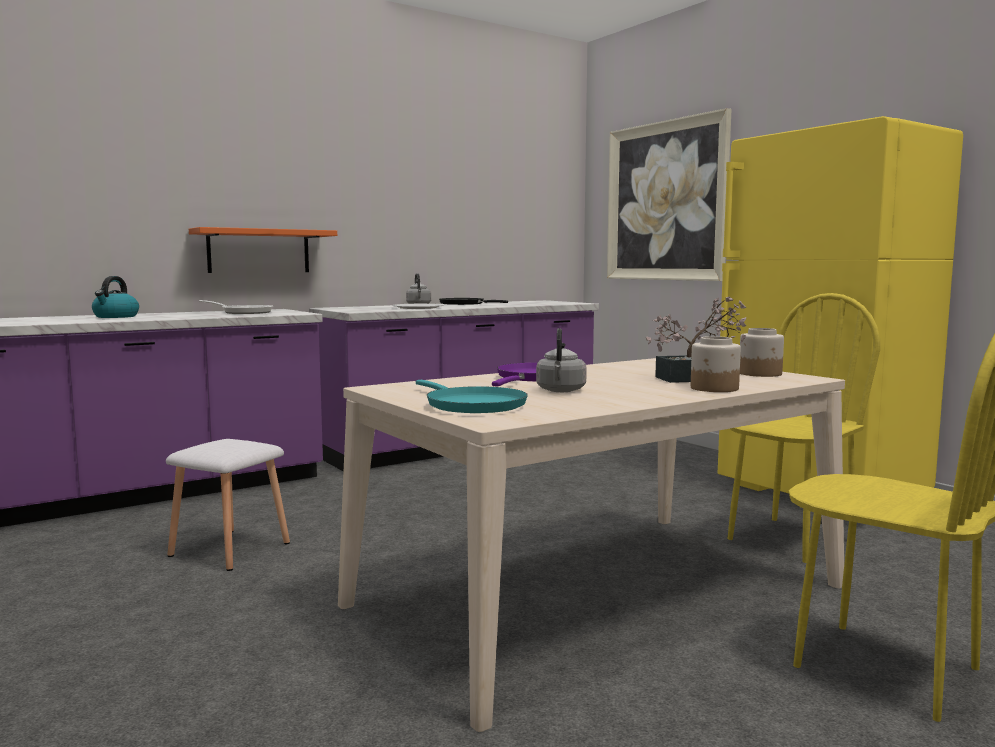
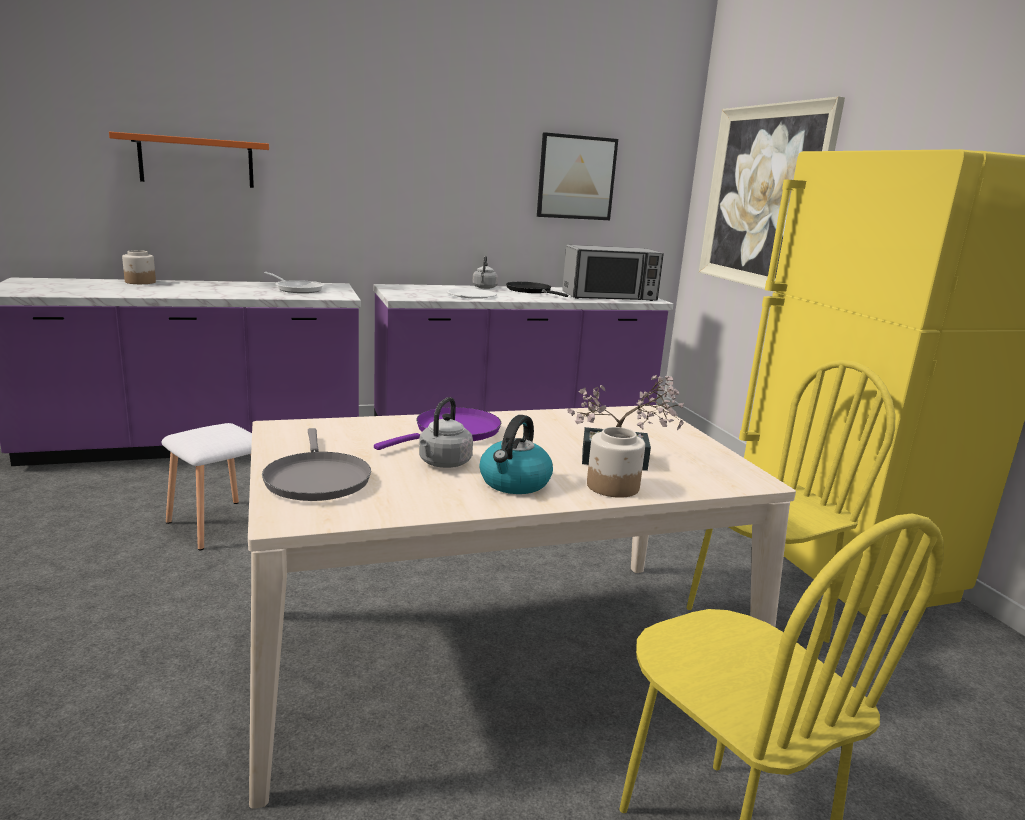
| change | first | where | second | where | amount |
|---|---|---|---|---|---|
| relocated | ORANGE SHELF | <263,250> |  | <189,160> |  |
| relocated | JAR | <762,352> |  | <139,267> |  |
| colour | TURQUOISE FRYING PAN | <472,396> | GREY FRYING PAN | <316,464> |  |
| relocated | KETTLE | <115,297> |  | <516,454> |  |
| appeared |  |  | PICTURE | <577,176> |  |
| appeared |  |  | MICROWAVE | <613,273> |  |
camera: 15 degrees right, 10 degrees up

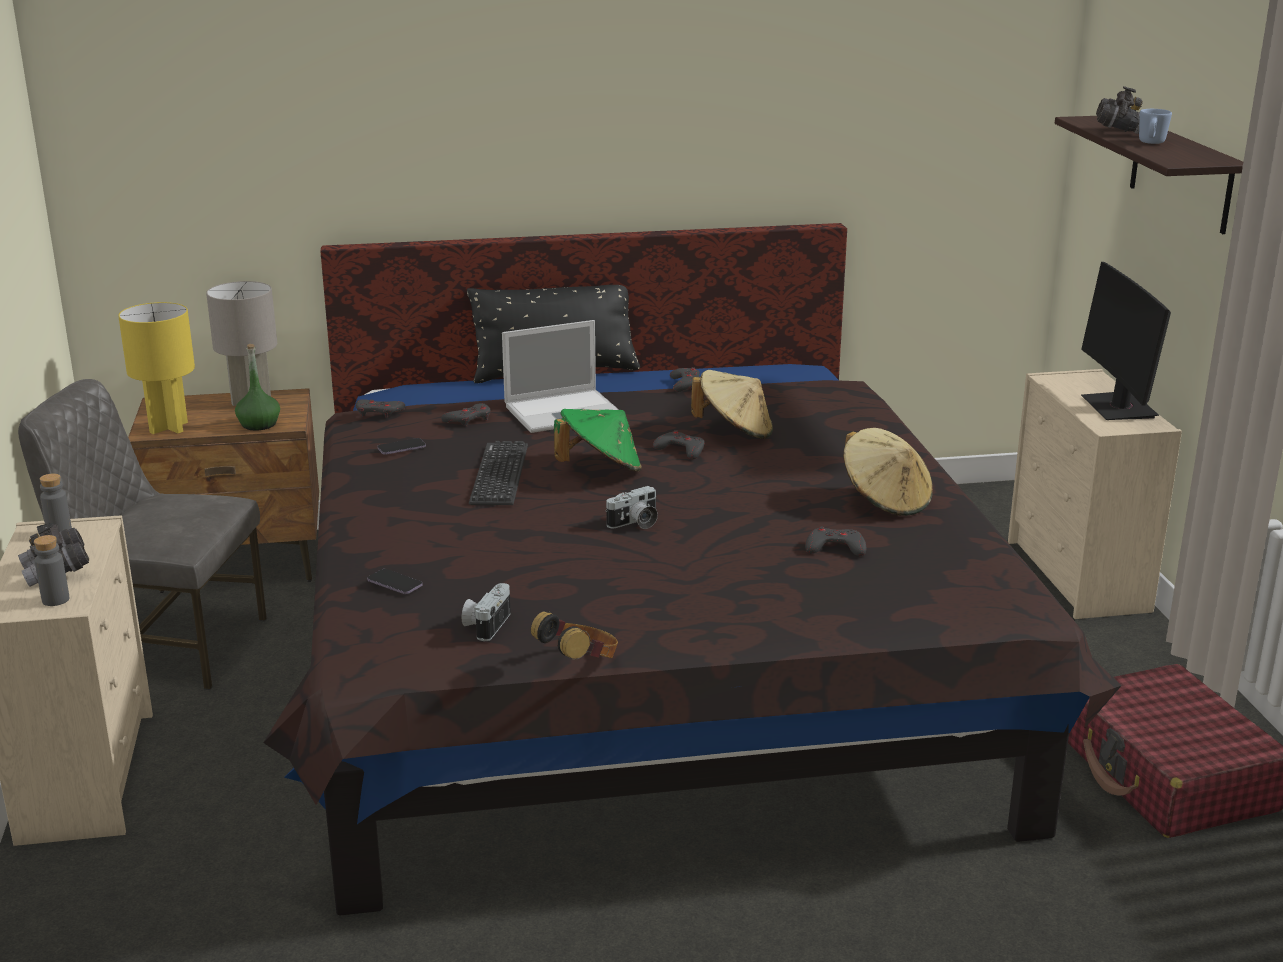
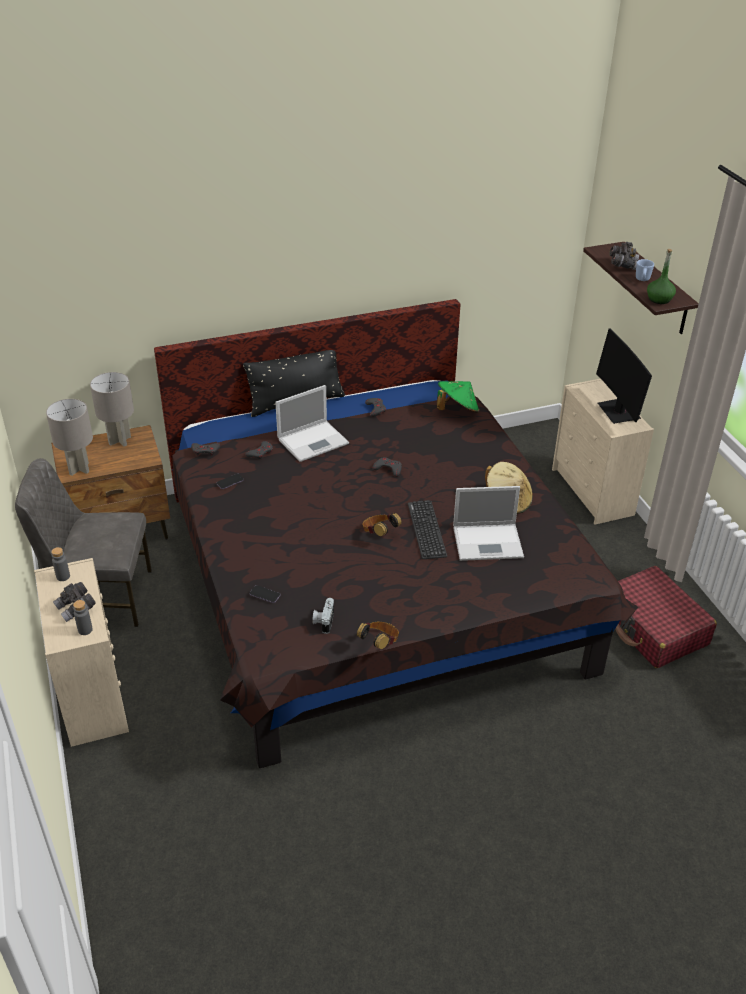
| change | first | where | second | where | amount |
|---|---|---|---|---|---|
| colour | YELLOW TABLE LAMP | <156,368> | GREY TABLE LAMP | <69,437> |  |
| exchanged | PHOTO CAMERA | <631,507> | HEADPHONES | <382,524> |  |
| relocated | KEYBOARD | <498,473> |  | <427,529> |  |
| relocated | GREEN HAT | <598,440> |  | <457,397> |  |
| exchanged | GREY GAME CONTROLLER | <835,541> | LAPTOP | <488,523> |  |
| relocated | GREEN BOTTLE | <257,387> |  | <661,276> |  |
| missing | BEIGE HAT | <732,404> |  |  |  |
camera: 10 degrees left, 15 degrees up

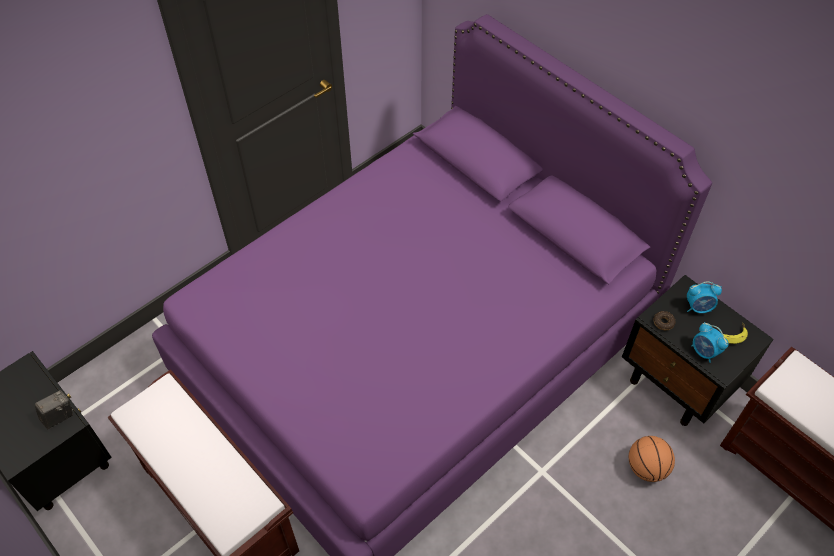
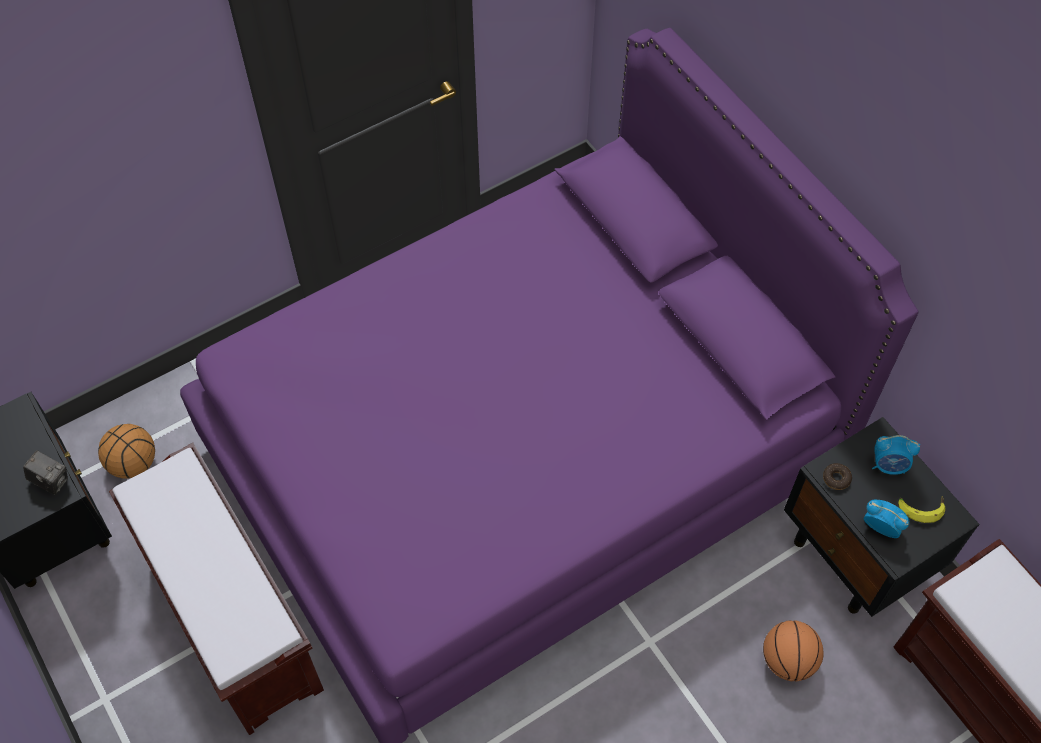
| change | first | where | second | where | amount |
|---|---|---|---|---|---|
| spun | PHOTO CAMERA | <54,410> |  | <45,472> | 60 degrees clockwise |
| appeared |  |  | BASKETBALL | <126,451> |  |
| spun | ALARM CLOCK | <710,342> |  | <887,518> | 150 degrees clockwise |
camera: 10 degrees right, 5 degrees up

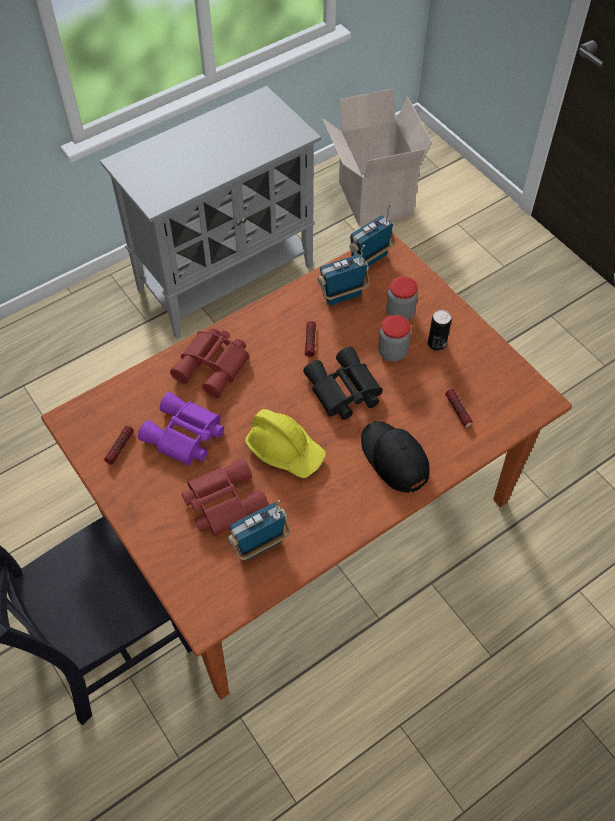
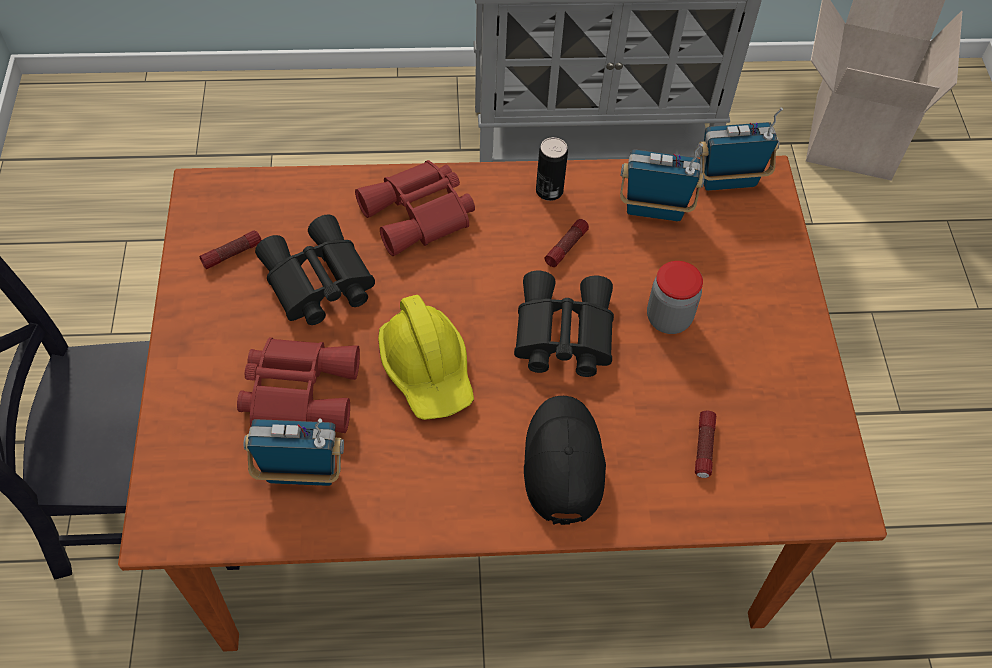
| change | first | where | second | where | amount |
|---|---|---|---|---|---|
| colour | PURPLE BINOCULARS | <181,429> | BLACK BINOCULARS | <315,270> |  |
| relocated | CAN | <439,330> |  | <552,169> |  |
| missing | JAR | <402,298> |  |  |  |
camera: 30 degrees right, 0 degrees up

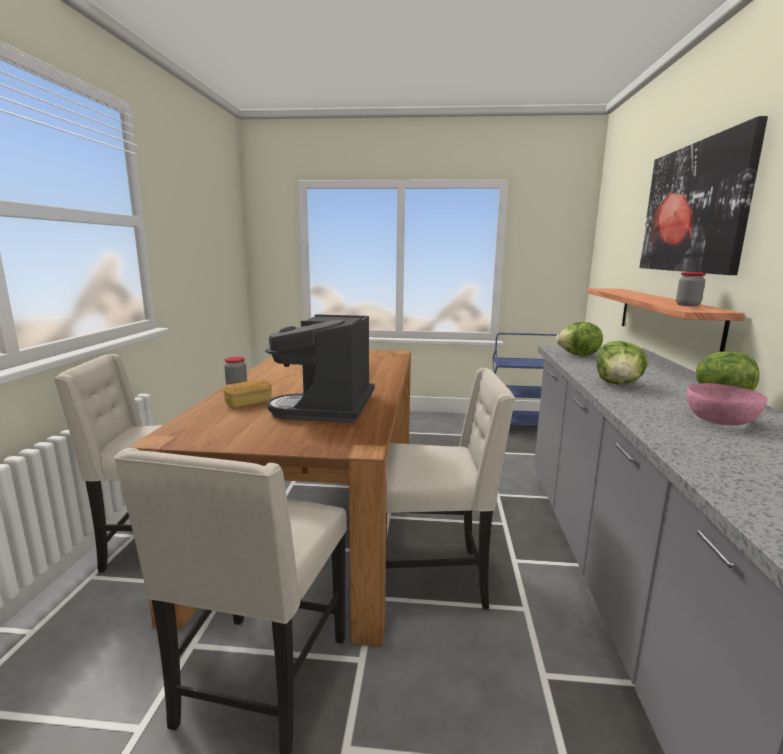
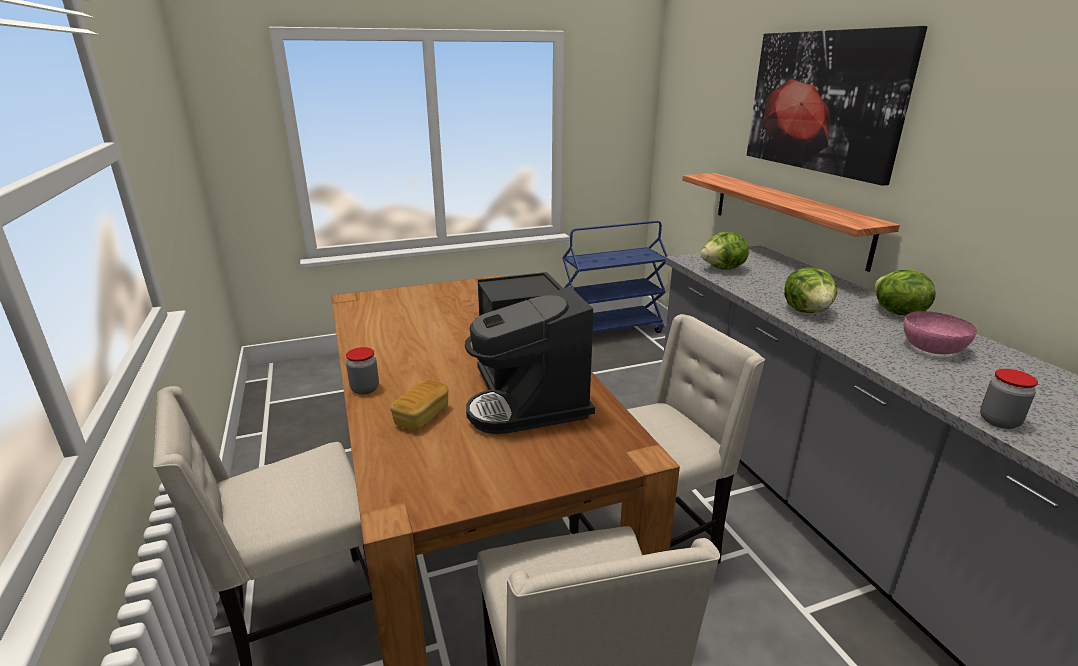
| change | first | where | second | where | amount |
|---|---|---|---|---|---|
| relocated | JAR | <691,289> |  | <1009,399> |  |
camera: 25 degrees left, 10 degrees up

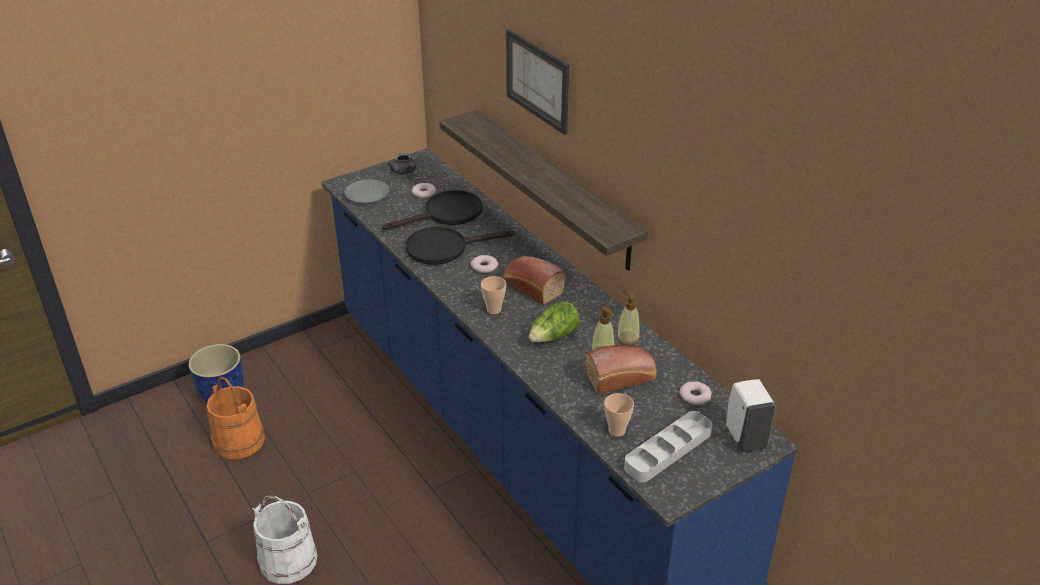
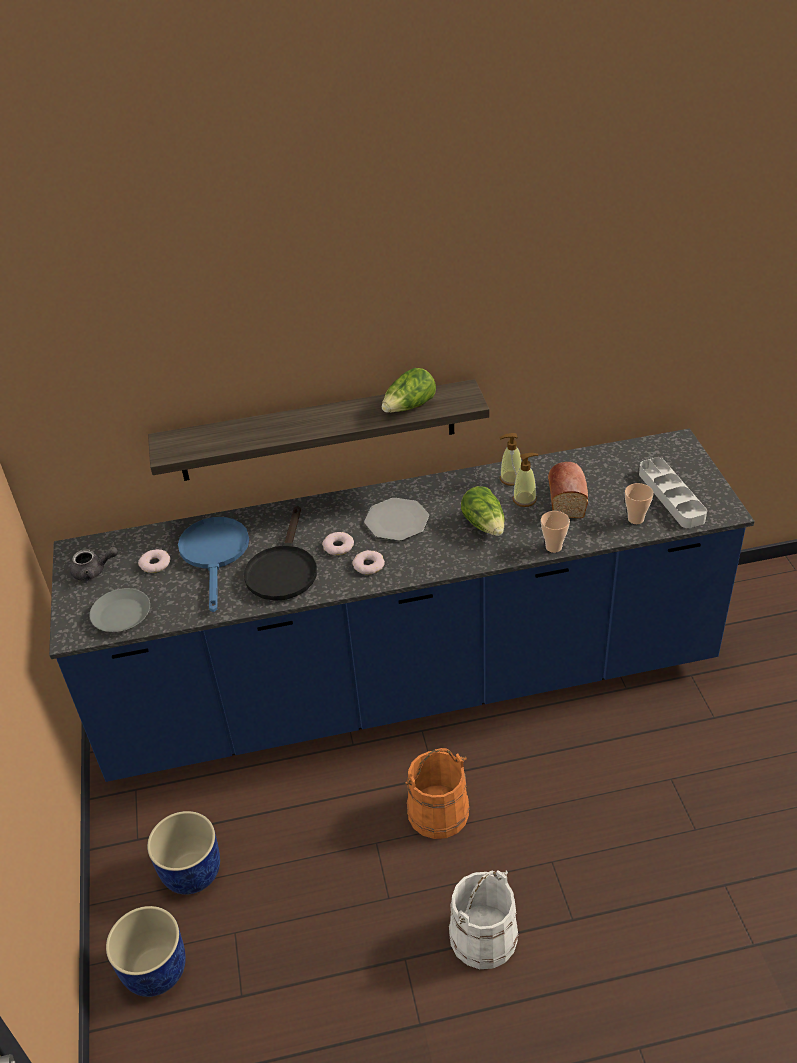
| change | first | where | second | where | amount |
|---|---|---|---|---|---|
| appeared |  |  | BLUE PLANTER | <183,853> |  |
| colour | BLACK FRYING PAN | <432,210> | BLUE FRYING PAN | <213,564> |  |
| relocated | DONUT | <695,393> |  | <369,562> |  |
| exchanged | BREAD | <534,280> | PLATE | <396,519> |  |
| appeared |  |  | LETTUCE | <409,390> |  |
| relocated | ORANGE BUCKET | <235,418> |  | <437,793> |  |
| relocated | CUP | <493,295> |  | <555,532> |  |
| missing | PICTURE | <537,82> |  |  |  |
| missing | WHITE SOAP DISPENSER | <751,415> |  |  |  |
camera: 65 degrees left, 5 degrees up

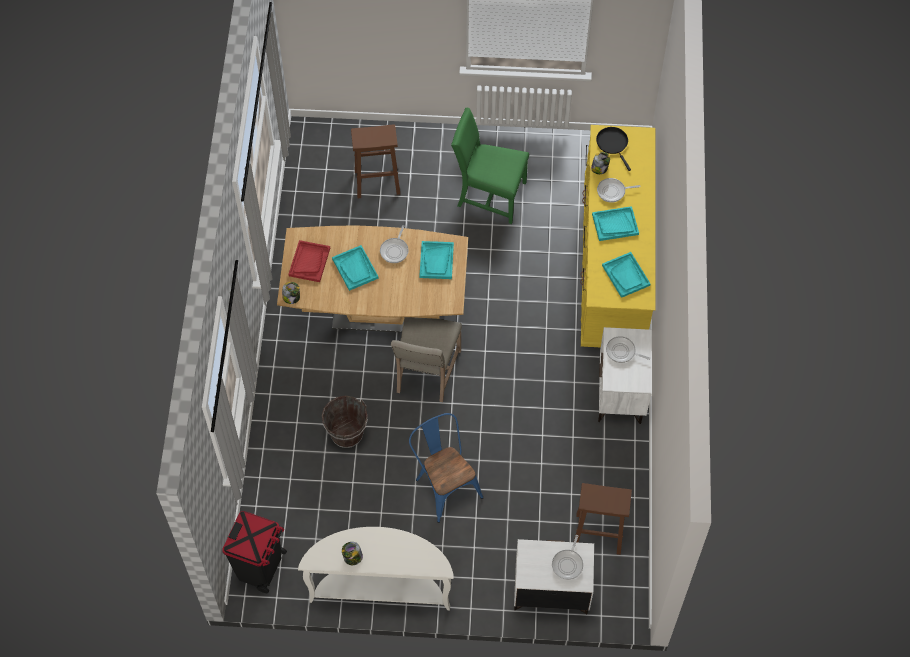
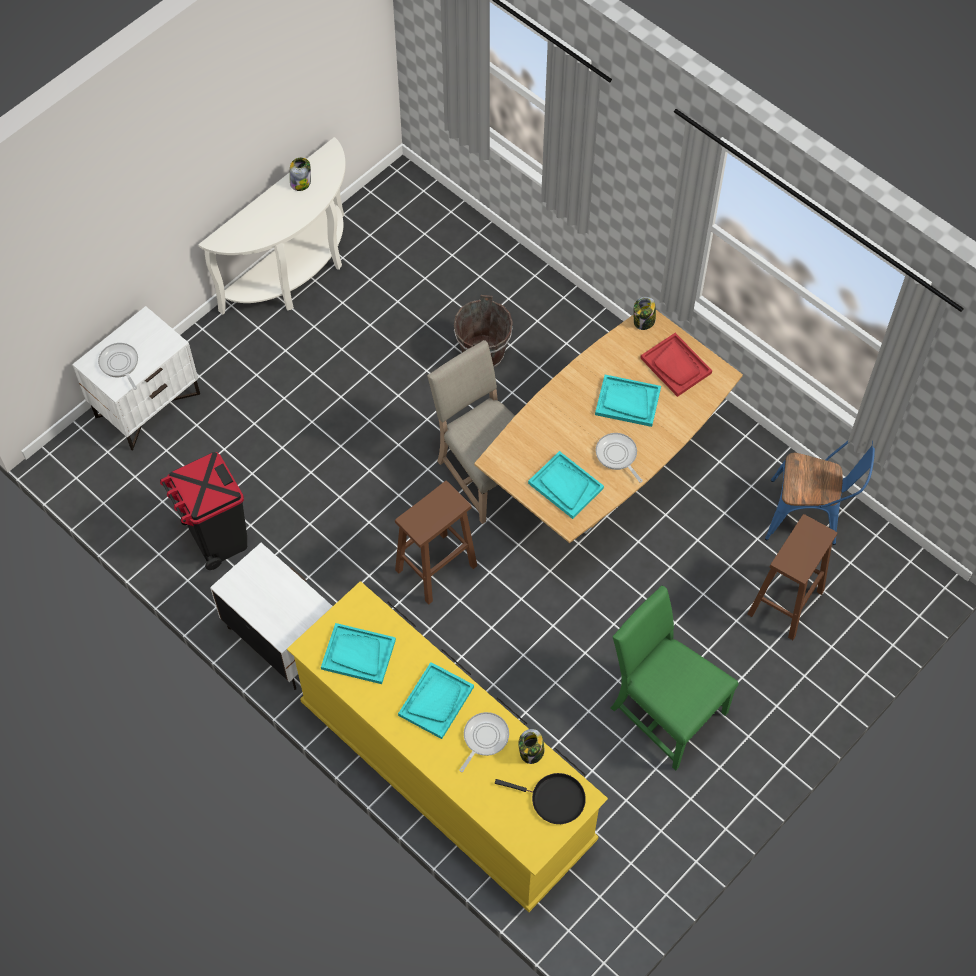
| change | first | where | second | where | amount |
|---|---|---|---|---|---|
| relocated | BLACK TRASH CAN | <254,552> |  | <203,511> |  |
| relocated | BROWN STOOL | <603,519> |  | <436,543> |  |
| spun | GREEN CHAIR | <490,166> |  | <675,678> | 105 degrees counterclockwise |
| relocated | BLUE CHAIR | <446,468> |  | <820,493> |  |
| missing | FRYING PAN | <628,349> |  |  |  |
camera: 130 degrees right, 0 degrees up

